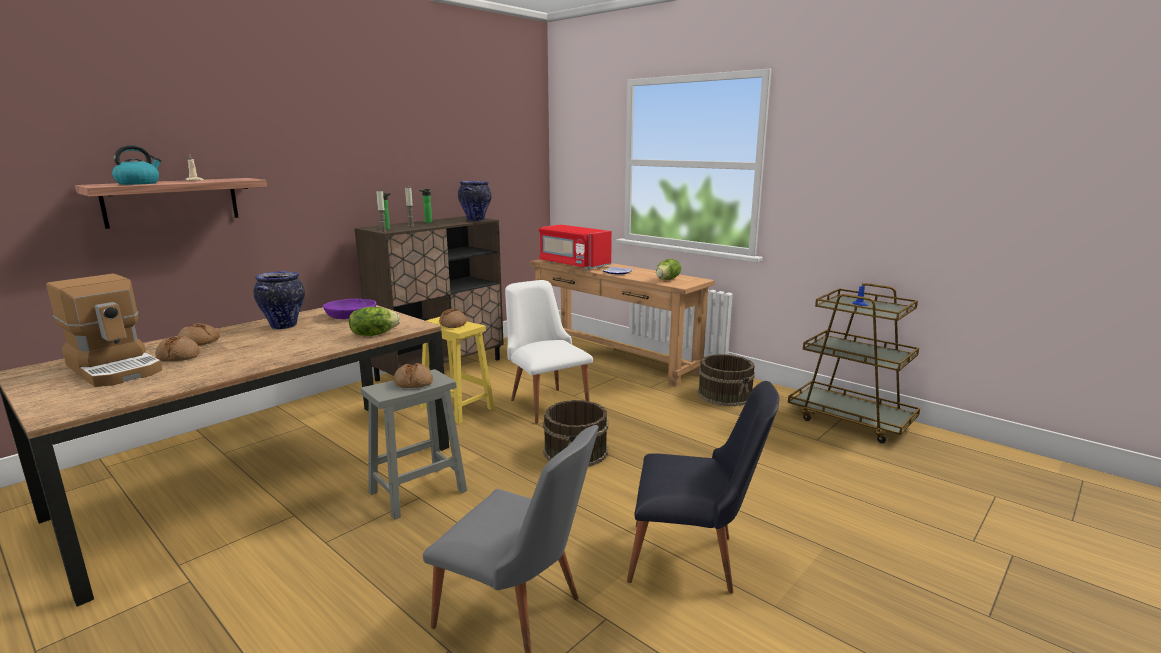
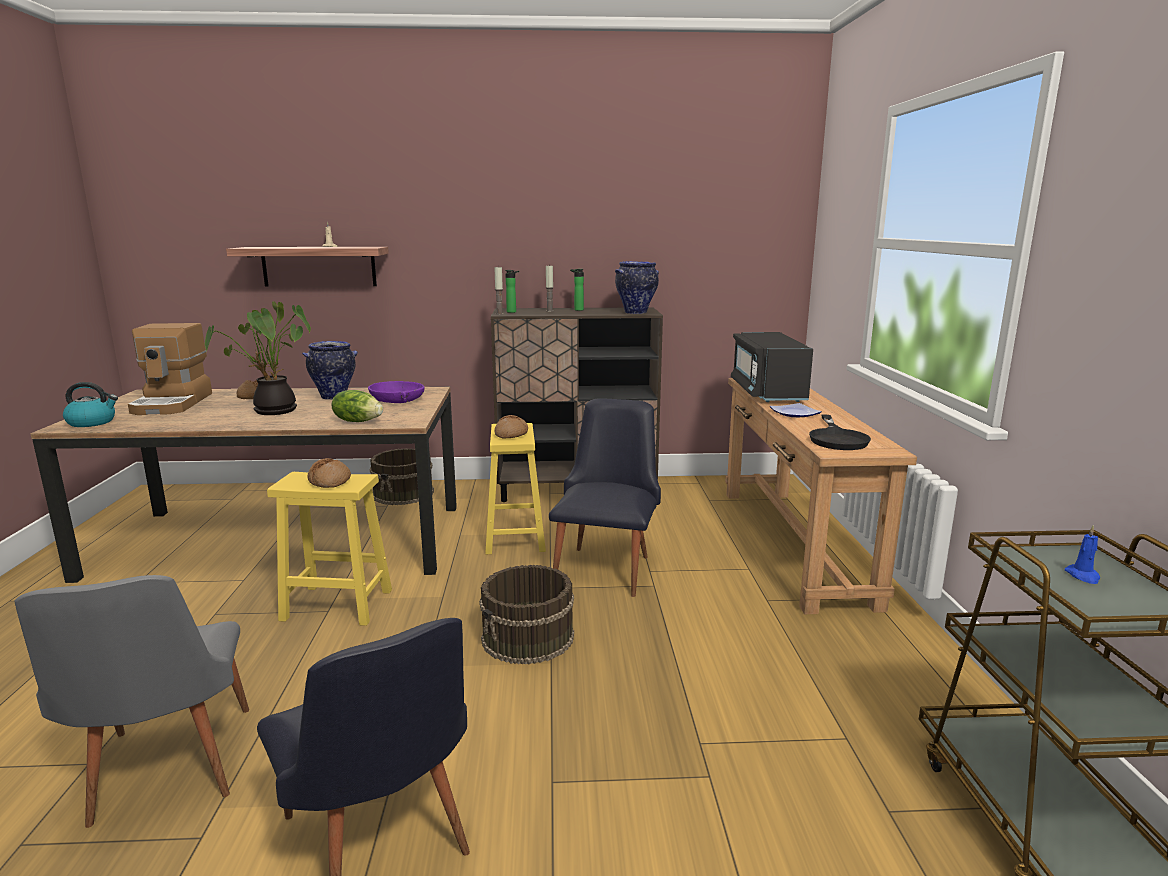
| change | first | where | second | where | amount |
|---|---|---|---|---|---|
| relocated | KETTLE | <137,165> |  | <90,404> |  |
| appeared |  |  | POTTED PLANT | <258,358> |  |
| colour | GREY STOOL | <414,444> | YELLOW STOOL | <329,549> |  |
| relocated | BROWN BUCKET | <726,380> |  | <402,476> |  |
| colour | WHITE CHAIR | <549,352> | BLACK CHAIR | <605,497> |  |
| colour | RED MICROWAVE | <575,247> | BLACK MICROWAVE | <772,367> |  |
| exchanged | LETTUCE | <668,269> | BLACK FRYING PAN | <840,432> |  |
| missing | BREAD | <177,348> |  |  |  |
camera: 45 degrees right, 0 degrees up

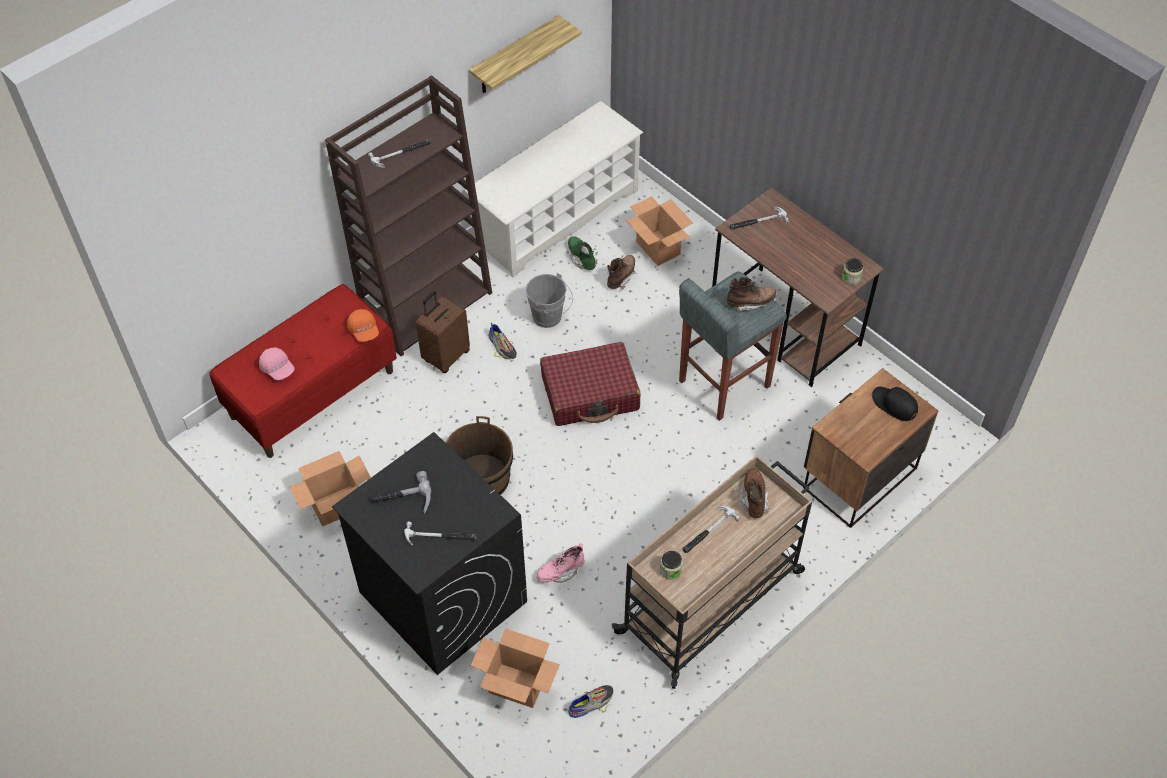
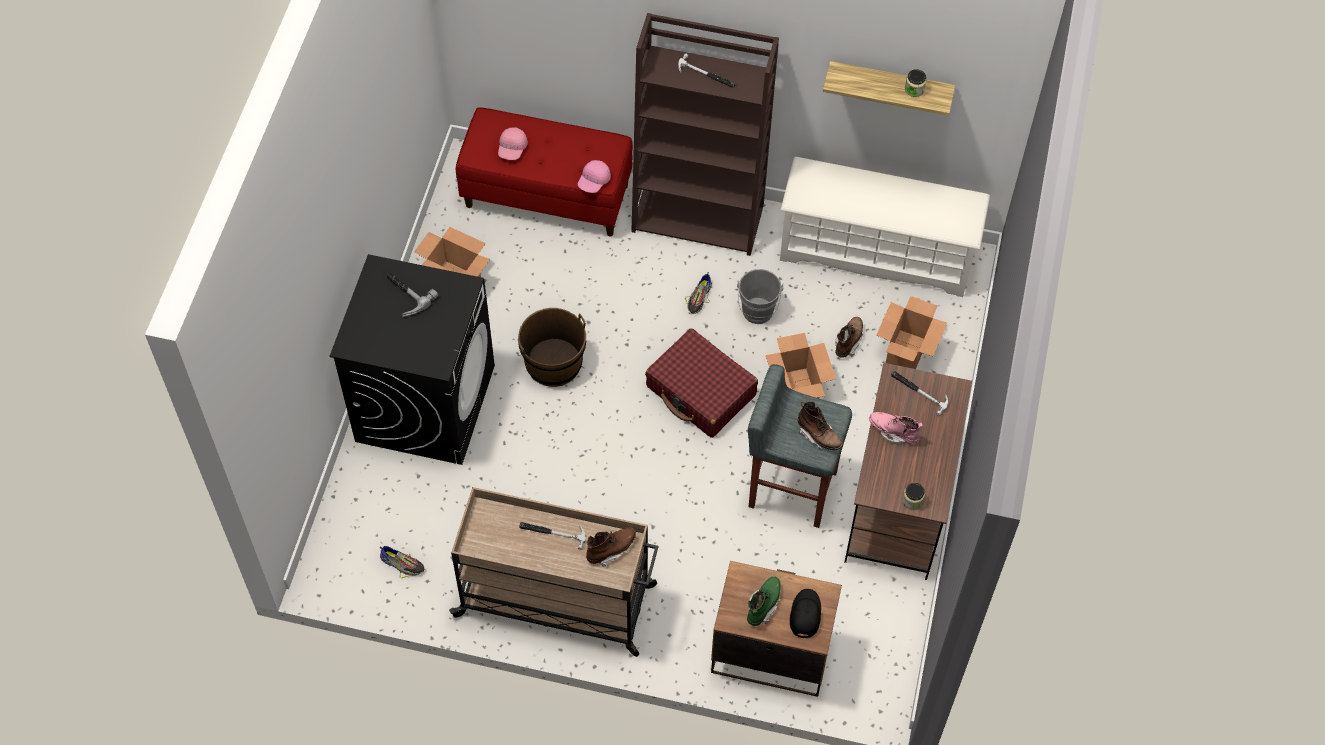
| change | first | where | second | where | amount |
|---|---|---|---|---|---|
| colour | ORANGE CAP | <363,325> | PINK CAP | <594,176> |  |
| relocated | GREEN BOOT | <582,253> |  | <764,601> |  |
| relocated | CARDBOARD BOX | <515,668> |  | <801,365> |  |
| spun | BROWN BOOT | <621,272> |  | <849,337> | 60 degrees counterclockwise |
| relocated | PINK BOOT | <560,563> |  | <896,429> |  |
| relocated | JAR | <671,565> |  | <915,83> |  |
| missing | HAMMER | <440,534> |  |  |  |
| missing | BROWN SUITCASE | <443,332> |  |  |  |
camera: 55 degrees right, 5 degrees up

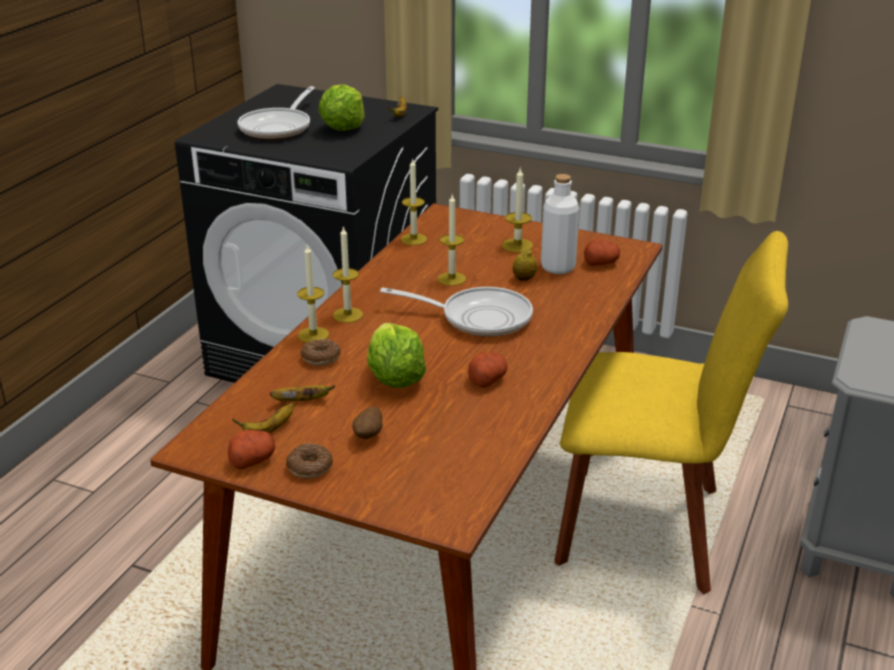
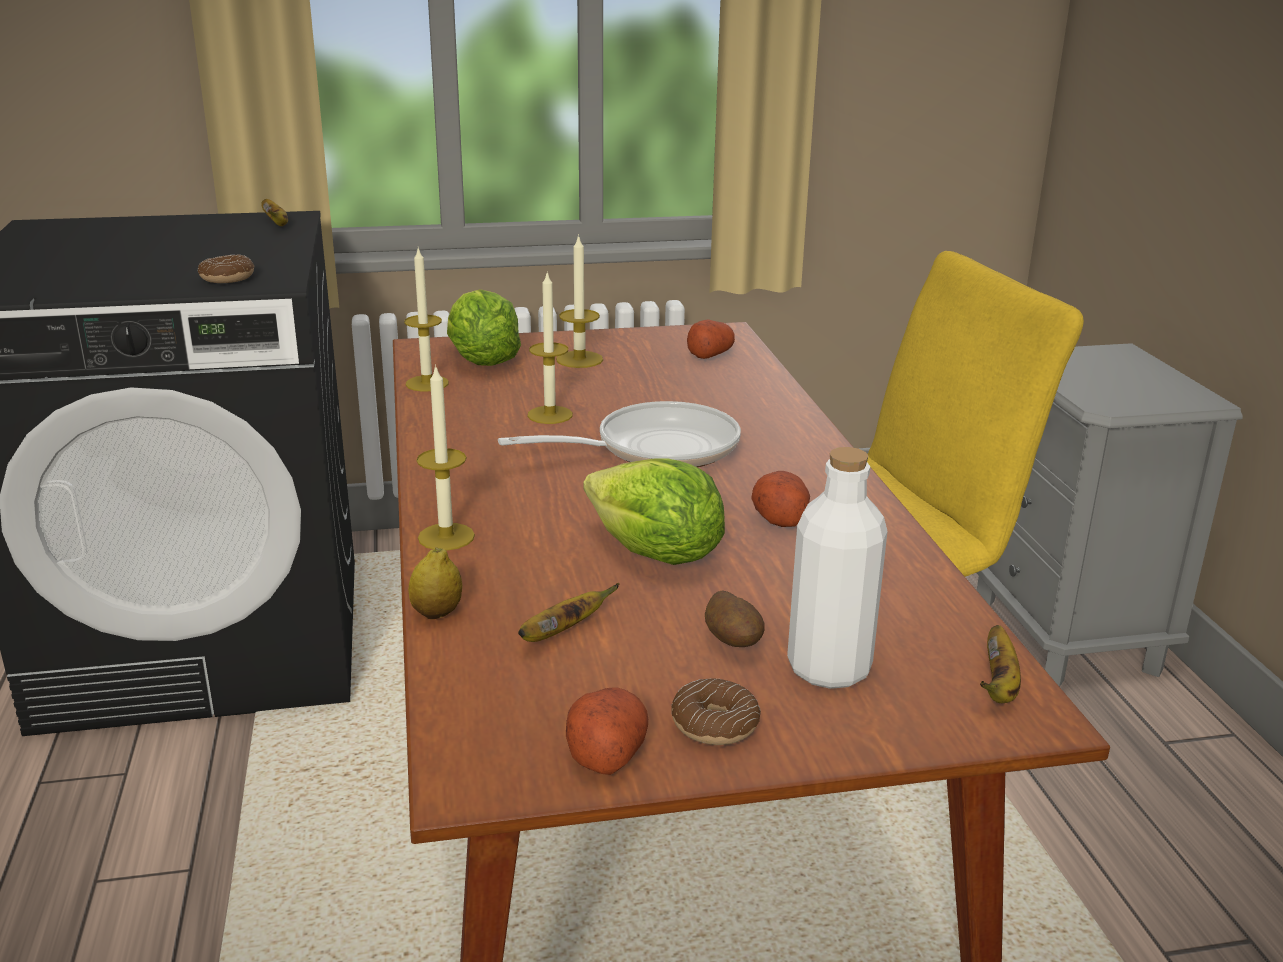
| change | first | where | second | where | amount |
|---|---|---|---|---|---|
| relocated | DONUT | <320,352> |  | <226,269> |  |
| relocated | LEMON | <525,265> |  | <435,583> |  |
| relocated | LETTUCE | <341,107> |  | <484,327> |  |
| relocated | WHITE BOTTLE | <560,224> |  | <837,568> |  |
| relocated | BANANA | <263,418> |  | <1000,664> |  |
| missing | FRYING PAN | <276,113> |  |  |  |
| missing | CANDLE | <348,274> |  |  |  |
camera: 35 degrees left, 5 degrees down

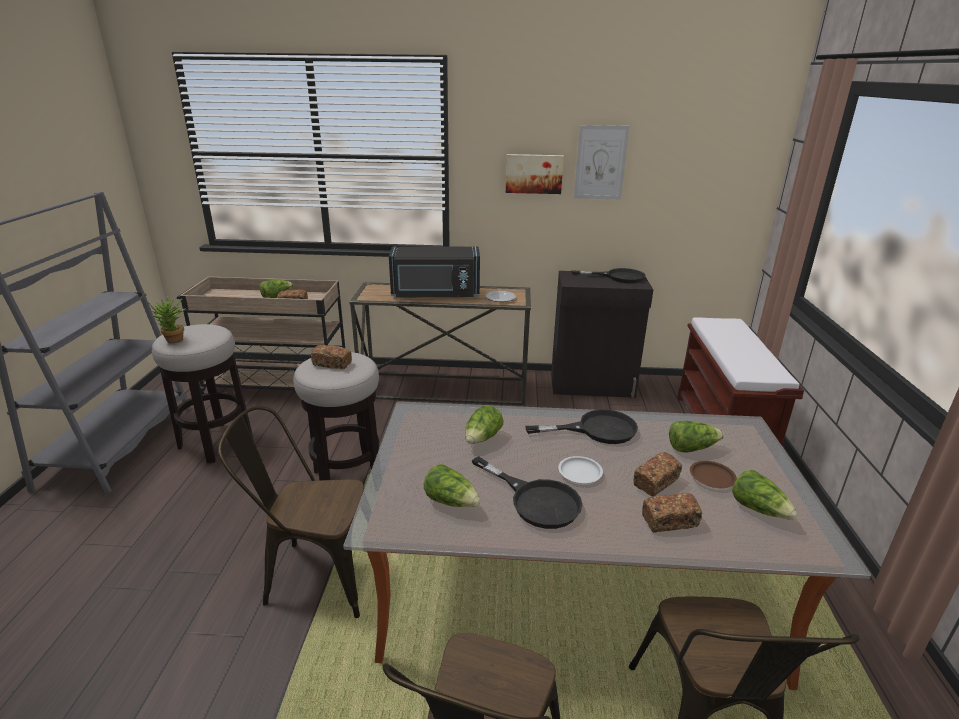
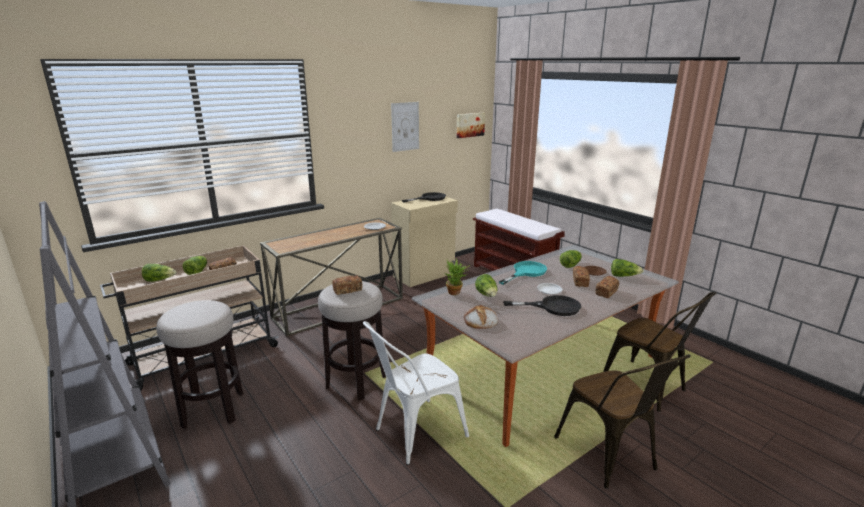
| change | first | where | second | where | amount |
|---|---|---|---|---|---|
| relocated | LETTUCE | <452,485> |  | <159,273> |  |
| colour | BROWN CHAIR | <291,512> | WHITE CHAIR | <416,393> |  |
| colour | BLACK CABINET | <602,334> | BEIGE CABINET | <424,242> |  |
| relocated | POTTED PLANT | <167,320> |  | <457,276> |  |
| relocated | PICTURE | <535,174> |  | <471,125> |  |
| appeared |  |  | BREAD | <481,317> |  |
| colour | BLACK FRYING PAN | <581,426> | TURQUOISE FRYING PAN | <523,273> |  |
| missing | BLACK MICROWAVE | <434,272> |  |  |  |
camera: 40 degrees left, 5 degrees down

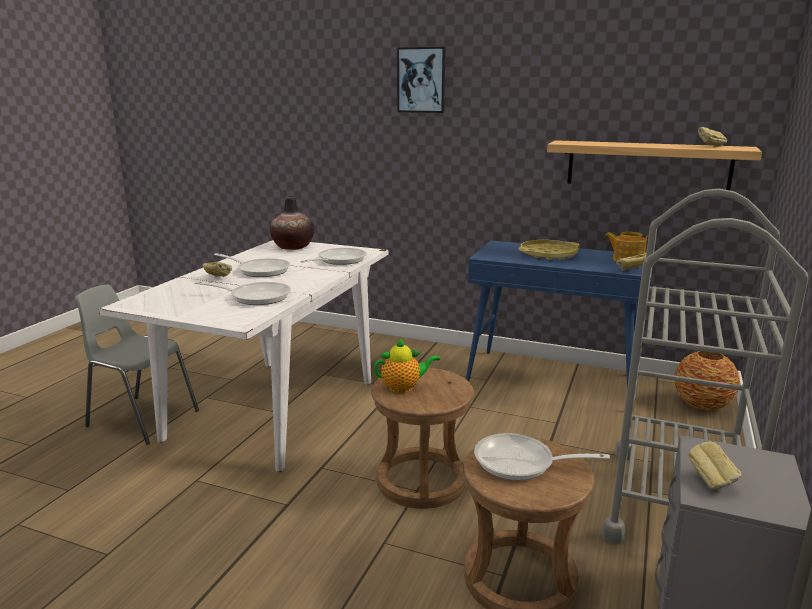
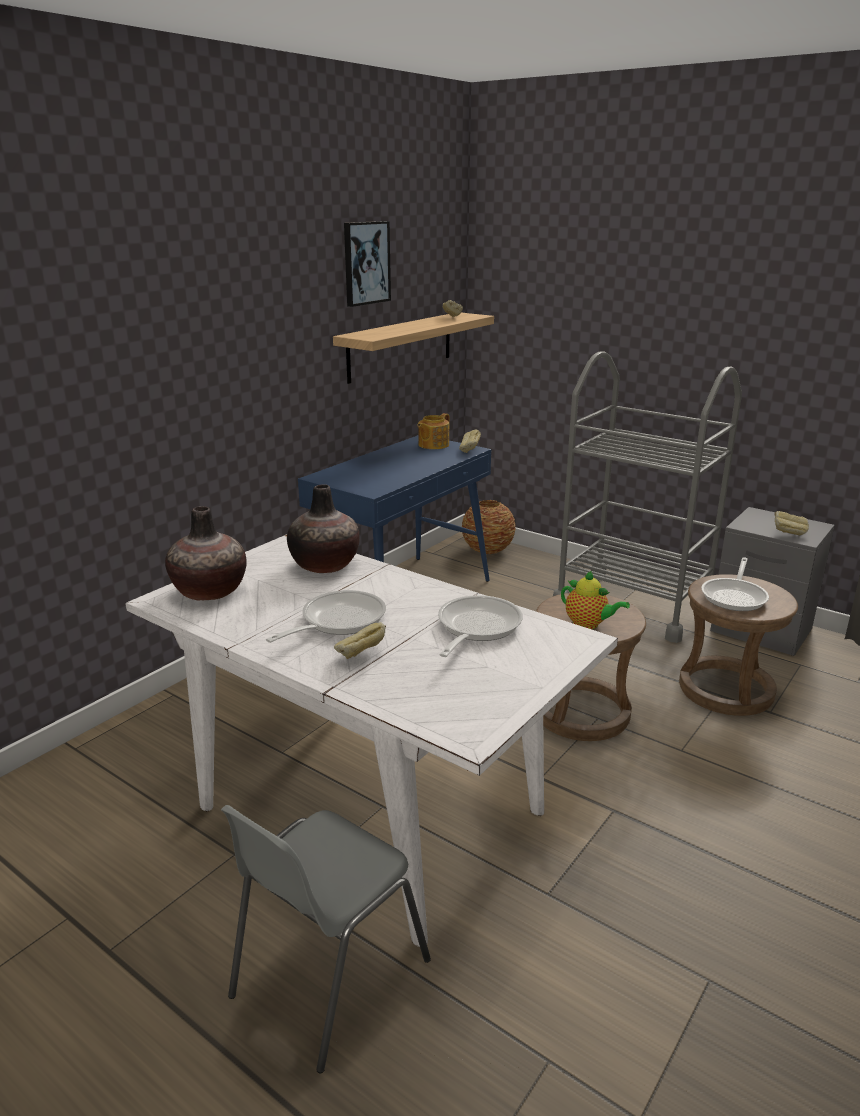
| change | first | where | second | where | amount |
|---|---|---|---|---|---|
| exchanged | FRYING PAN | <334,256> | VASE | <323,528> |  |
| relocated | PICTURE | <421,80> |  | <367,264> |  |
| spun | TEAPOT | <407,365> |  | <595,600> | 120 degrees clockwise |
| missing | YELLOW TRAY | <549,250> |  |  |  |
camera: 75 degrees left, 5 degrees up

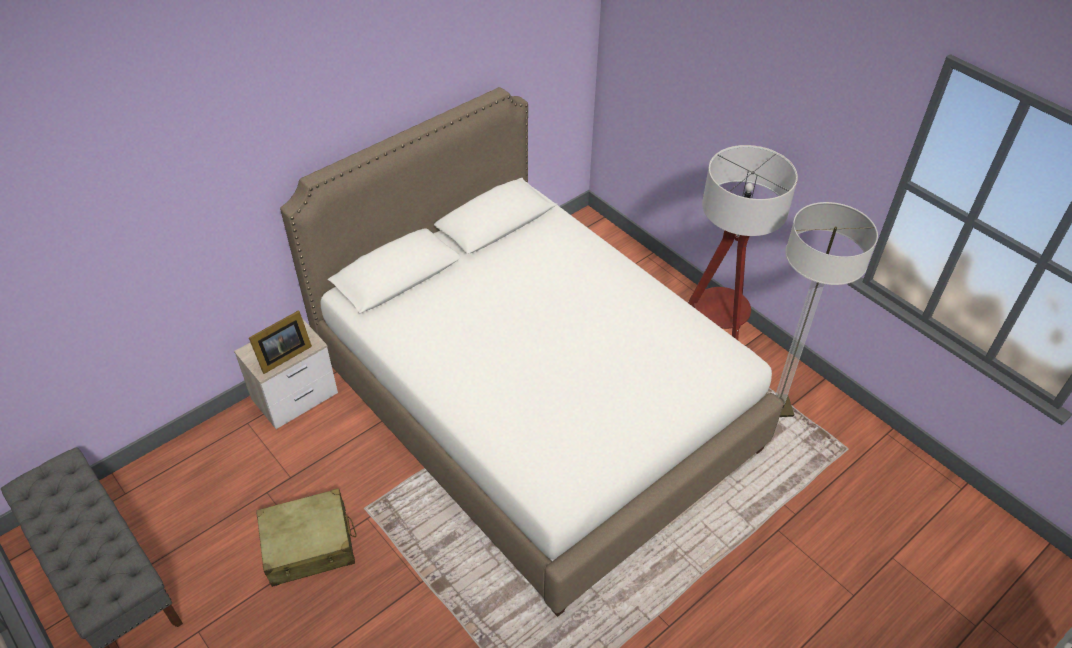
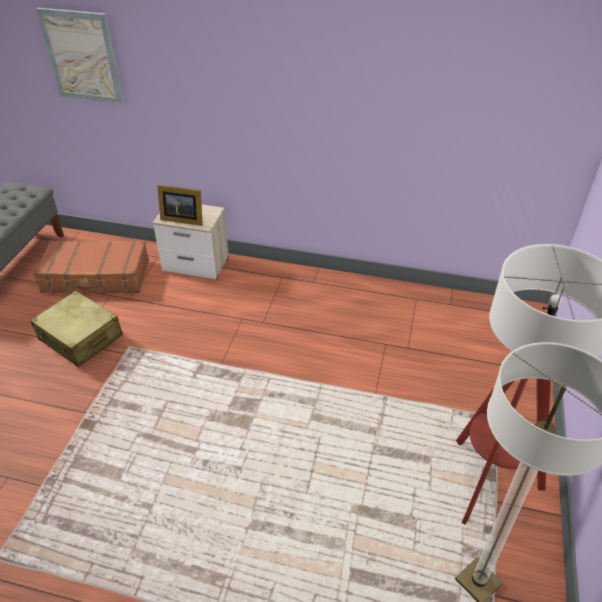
| change | first | where | second | where | amount |
|---|---|---|---|---|---|
| appeared |  |  | BROWN SUITCASE | <91,267> |  |
| appeared |  |  | PICTURE | <80,55> |  |
| missing | WHITE BED | <532,352> |  |  |  |
camera: 55 degrees right, 5 degrees down

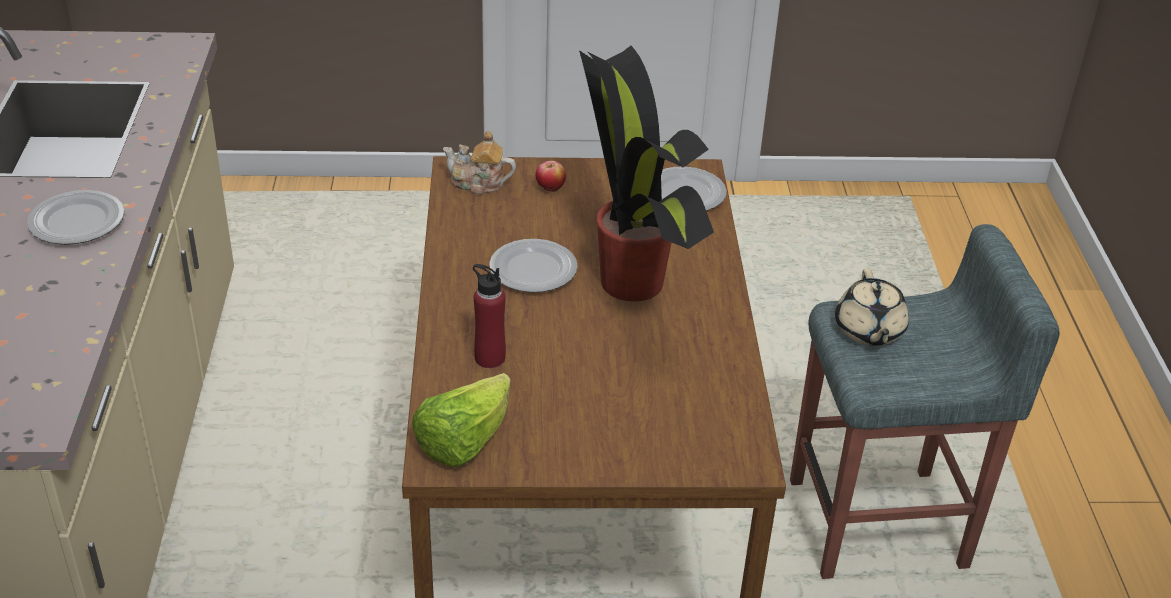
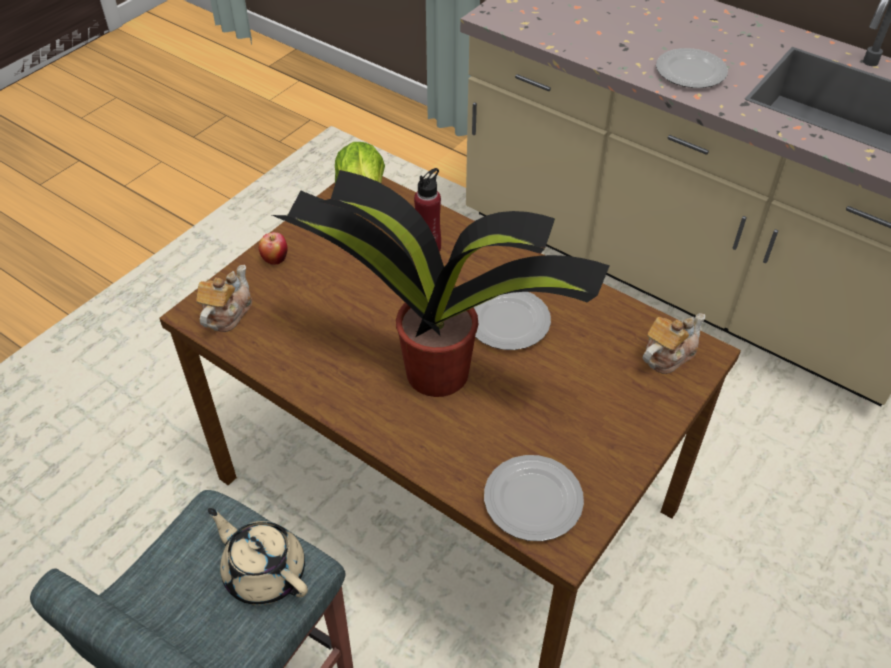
| change | first | where | second | where | amount |
|---|---|---|---|---|---|
| appeared |  |  | TEAPOT | <224,298> |  |
| relocated | APPLE | <550,176> |  | <273,248> |  |
camera: 130 degrees right, 10 degrees up

